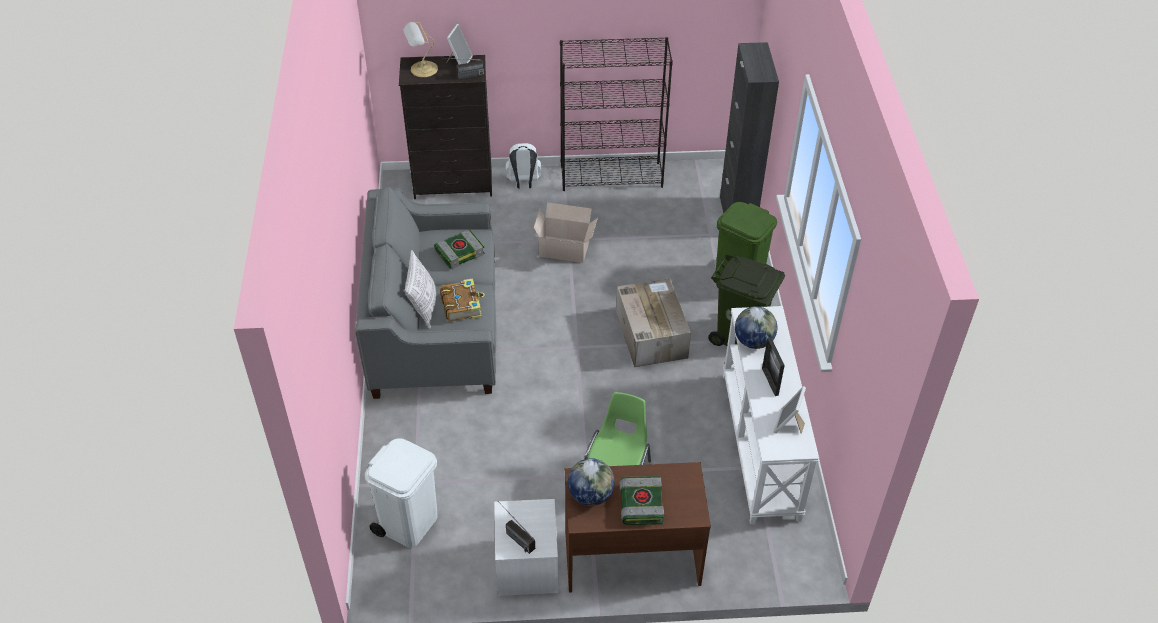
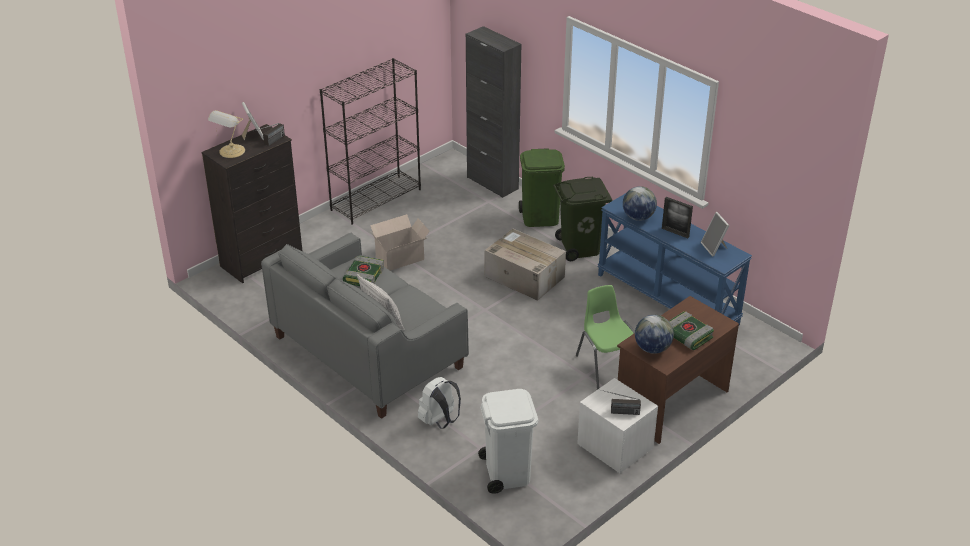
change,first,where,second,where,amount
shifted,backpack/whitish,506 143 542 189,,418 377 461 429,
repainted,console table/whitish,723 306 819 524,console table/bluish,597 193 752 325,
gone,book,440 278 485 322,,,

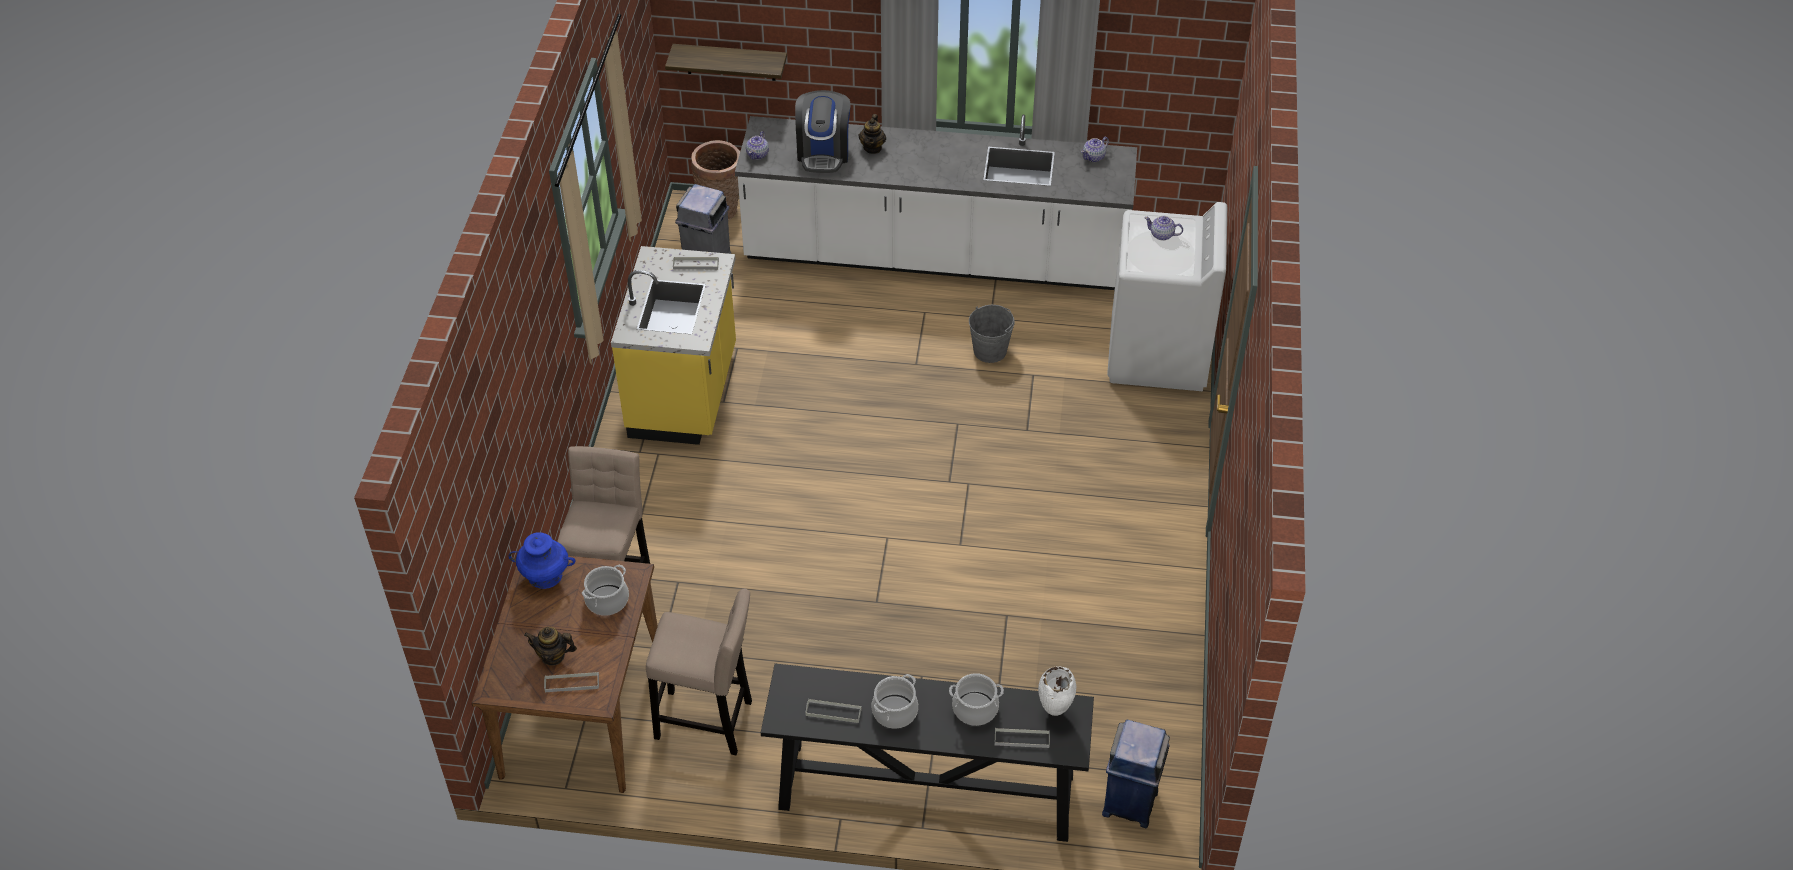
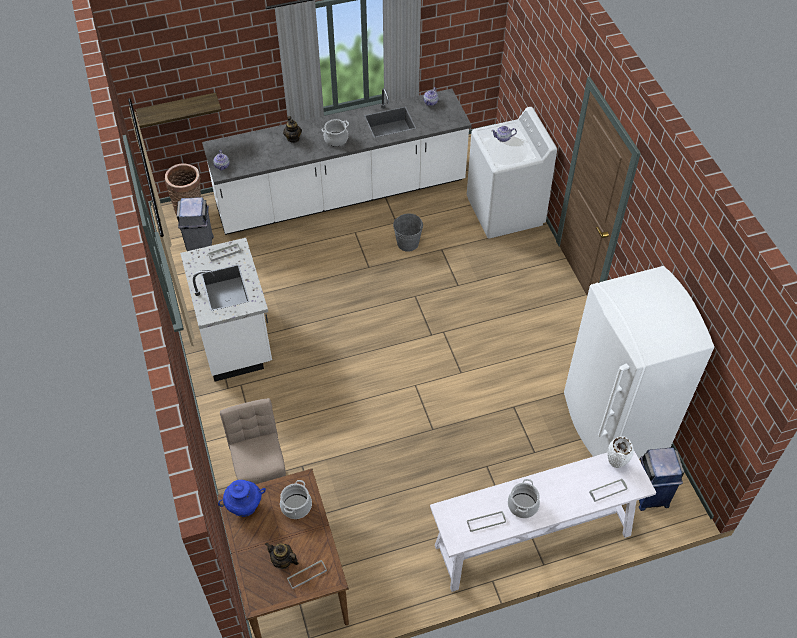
change,first,where,second,where,amount
repainted,counter/yellow,611 246 736 445,counter/whitish,180 238 272 381,
rotated,pot for tea,524 627 577 666,,265 543 299 569,45 degrees clockwise
shifted,cooking pot,949 673 1004 726,,322 119 349 147,
repainted,console table/blackish,761 664 1094 842,console table/whitish,430 451 657 592,
new,,,kitchen fridge/whitish,564 266 714 459,
gone,sitting stool/beige-coloured,646 588 752 755,,,
gone,coffee machine,795 90 851 173,,,

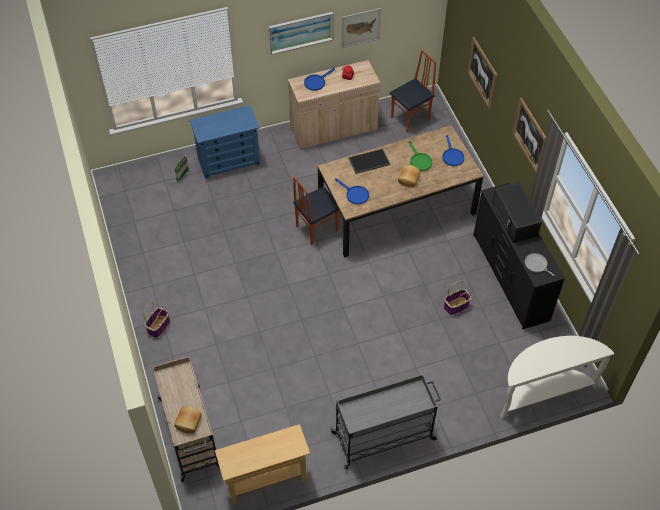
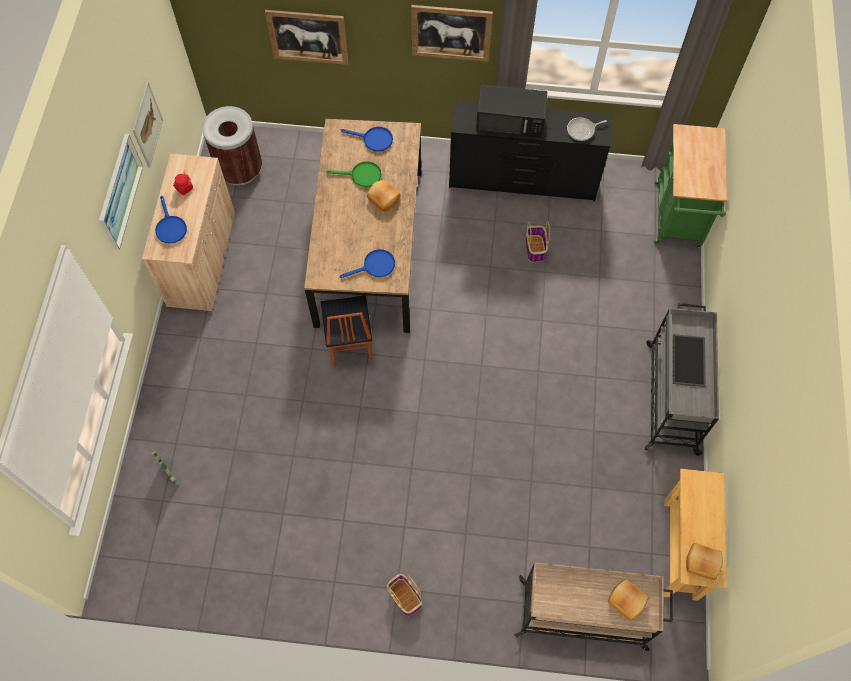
change,first,where,second,where,amount
swapped,upright chair,390 50 436 133,waste bin/brownish,202 106 262 186,
swapped,console table/whitish,500 336 614 419,cart/greenish,654 124 727 248,
shifted,carrying tray,348 149 390 174,,673 334 706 387,
new,,,baked bread,686 543 723 580,
gone,drawer chest/bluish,190 105 260 179,,,

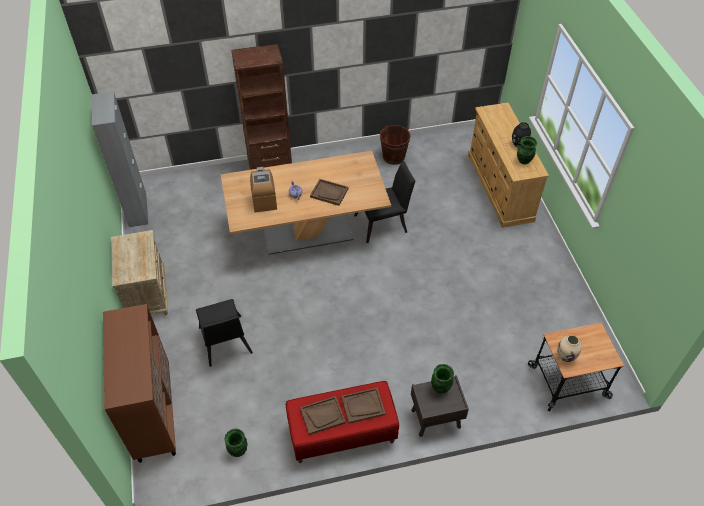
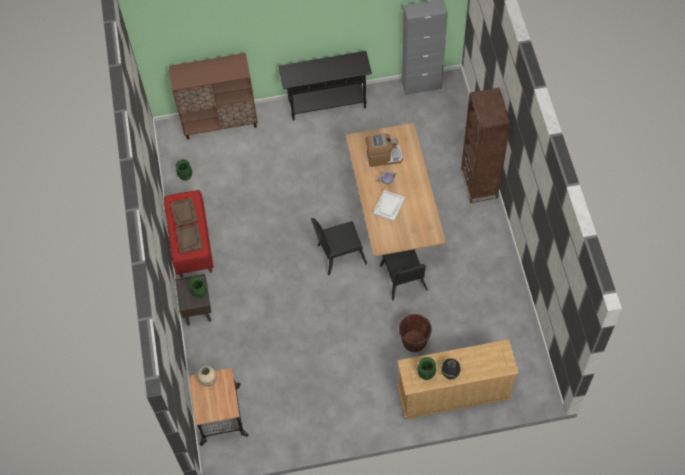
change,first,where,second,where,amount
swapped,bedside table/beige-coloured,111 230 168 315,console table/blackish,279 51 372 121,
shifted,upright chair/blackish,196 299 253 367,,311 218 367 275,
repainted,carrying tray/brownish,310 179 349 206,carrying tray/whitish,373 190 405 221,
shifted,pail/brownish,380 125 411 165,,399 314 432 352,

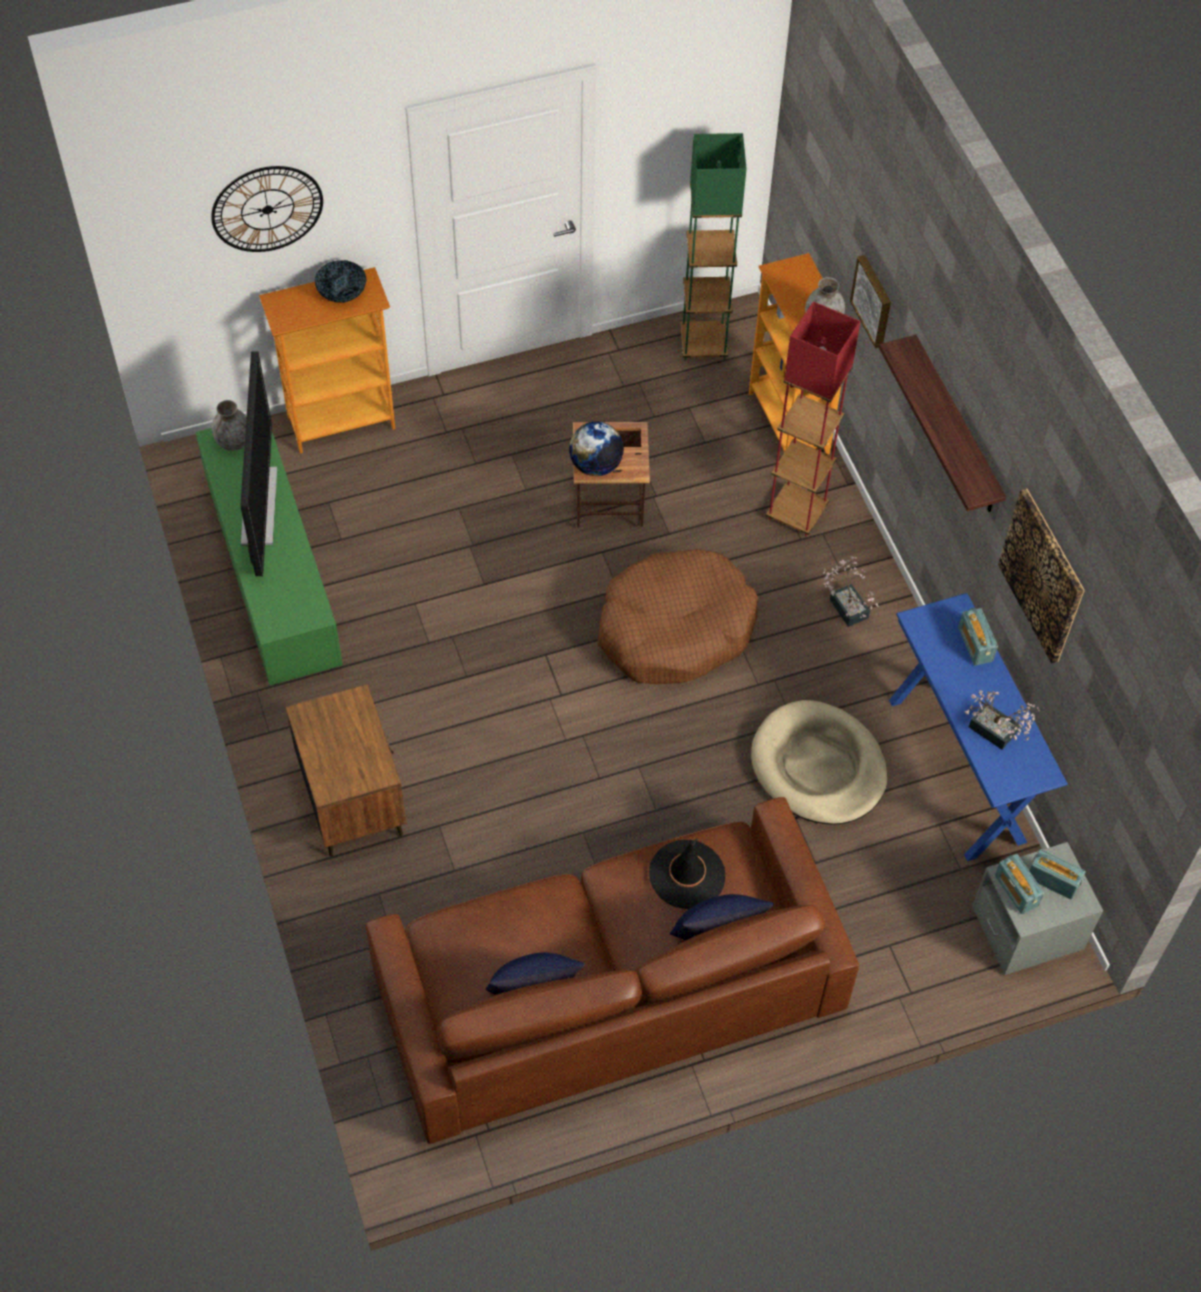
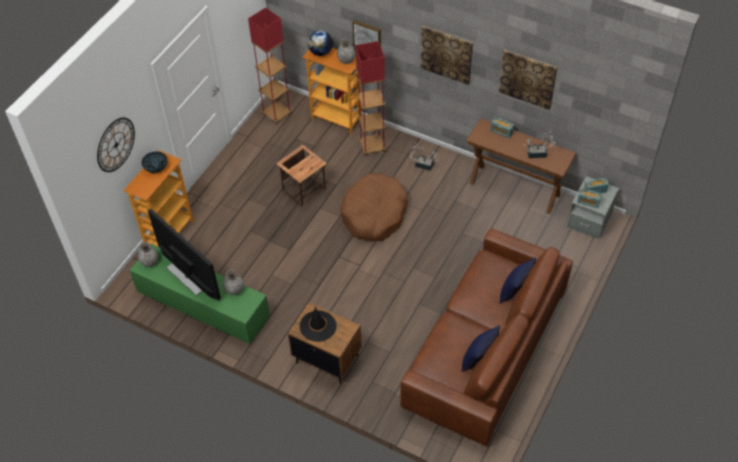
change,first,where,second,where,amount
new,,,vase/greyish,223 270 244 295,
repainted,floor lamp/greenish,680 133 747 360,floor lamp/reddish,248 7 292 124,
shifted,clothing hat/blackish,649 838 725 909,,300 306 337 342,
shifted,globe,569 422 624 476,,308 30 333 56,
swapped,wall shelf,879 335 1006 512,wall picture,421 26 473 85,
repainted,console table/bluish,889 593 1068 861,console table/brownish,466 118 577 214,
gone,dog bed/beige-coloured,751 700 887 825,,,

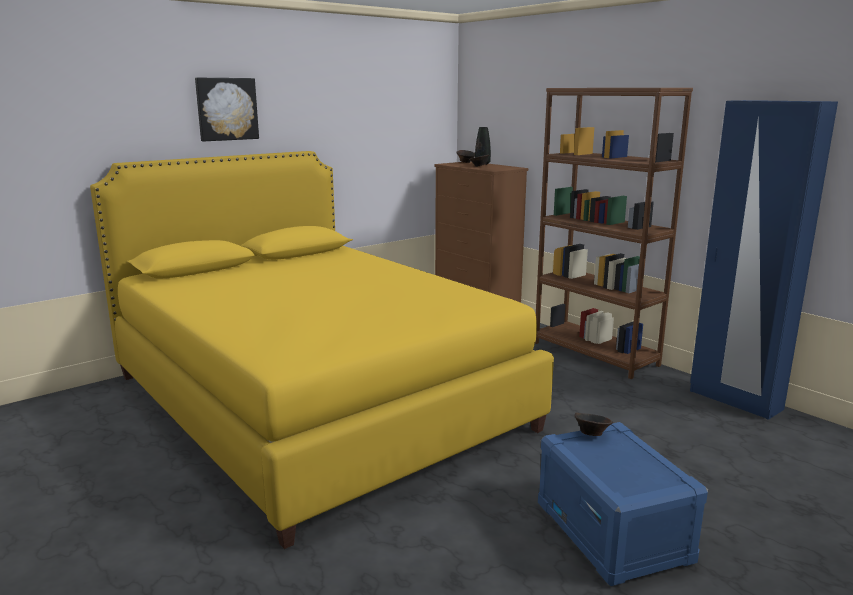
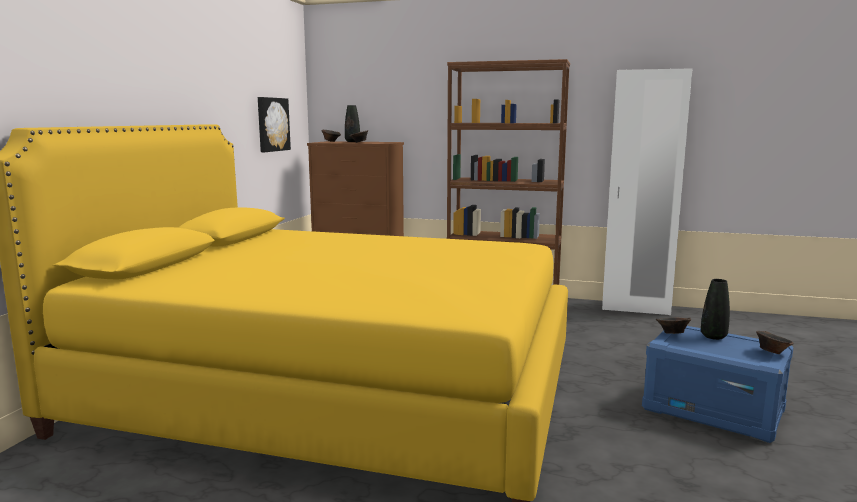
change,first,where,second,where,amount
shifted,wall picture,195 78 259 141,,258 97 291 152,
repainted,armoire/bluish,690 100 838 420,armoire/whitish,602 68 693 315,
new,,,vase/blackish,701 279 730 340,
new,,,deep dish/brownish,756 331 794 354,

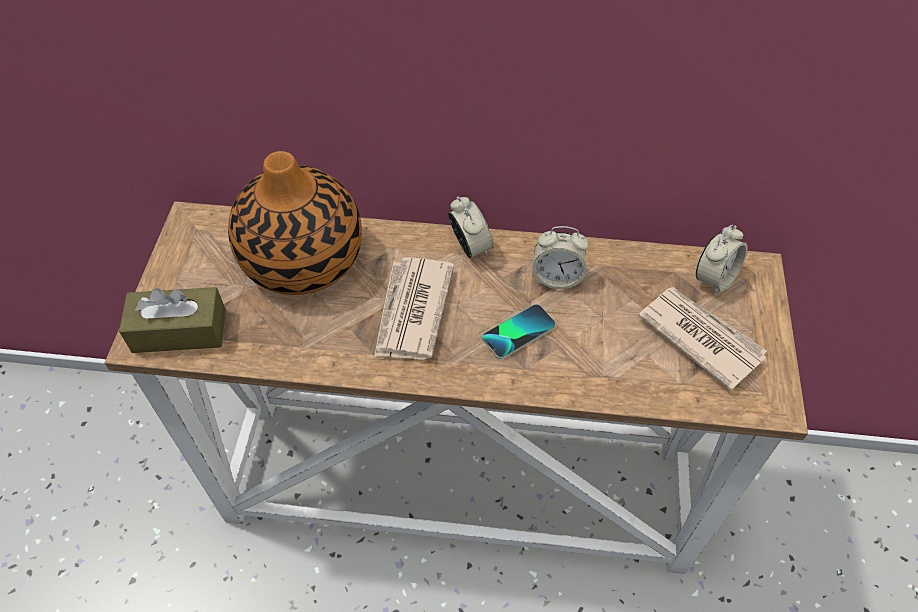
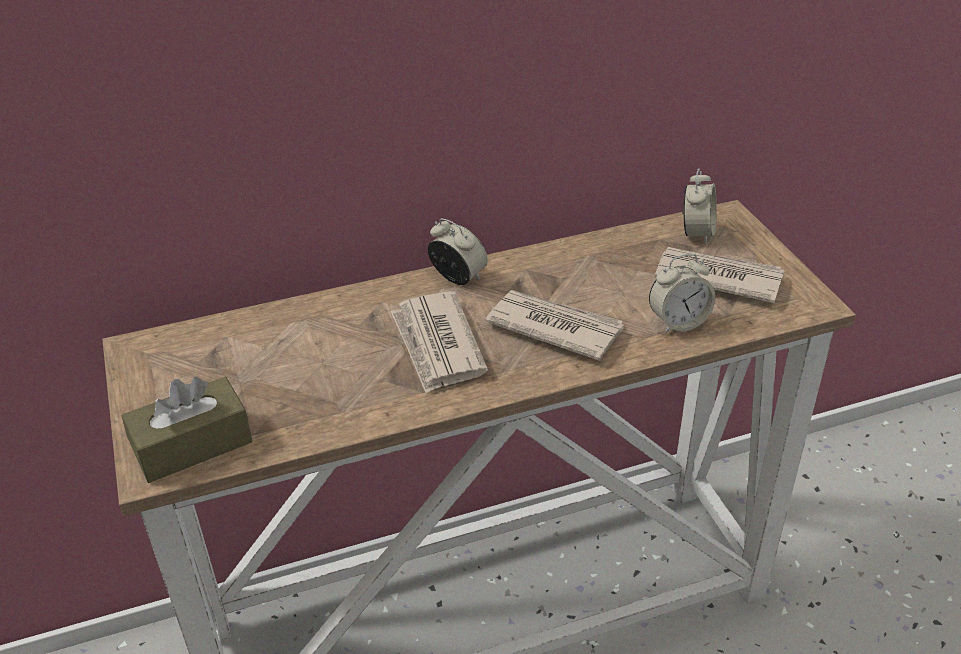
change,first,where,second,where,amount
swapped,handset,482 304 556 359,daily paper,485 290 624 361,
shifted,table clock,533 226 589 289,,649 254 716 333,
gone,vase,228 151 362 295,,,

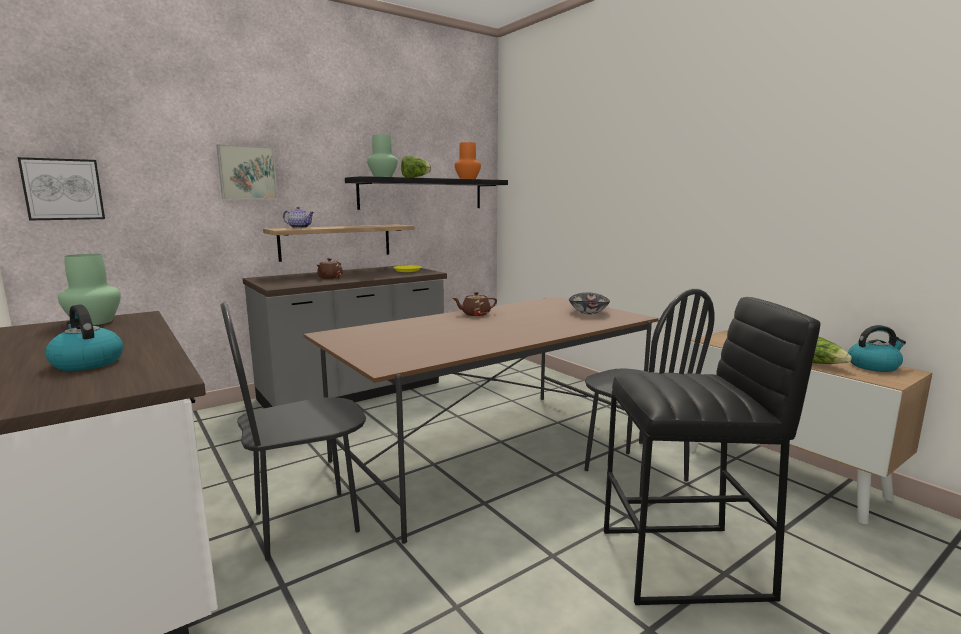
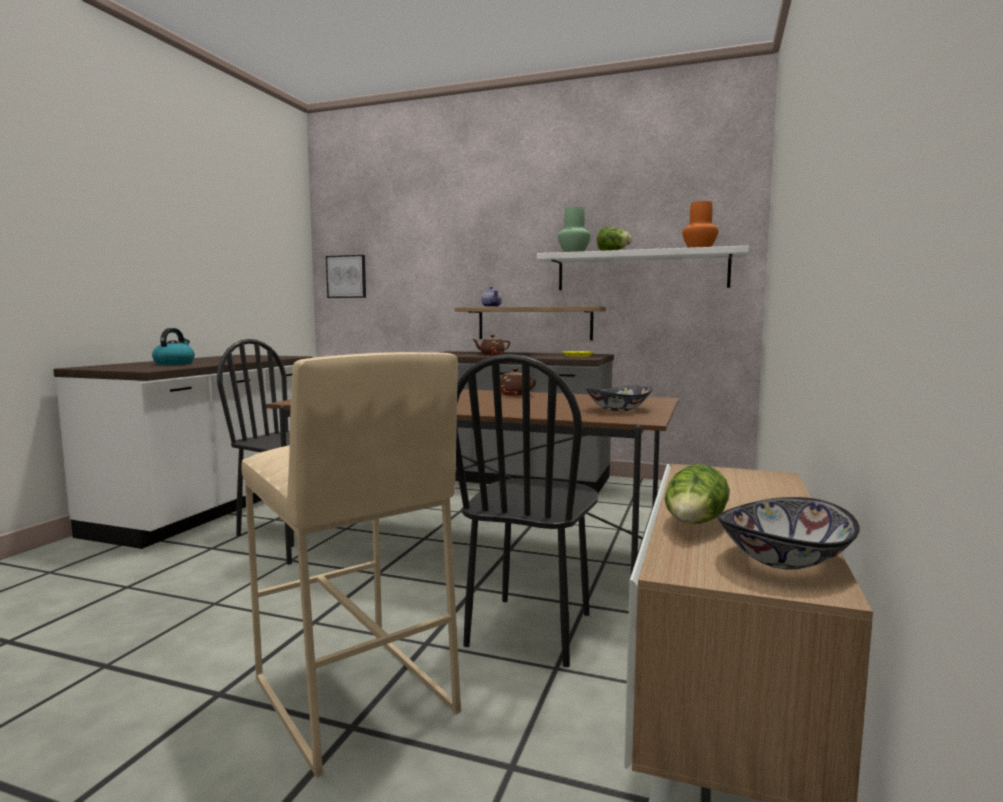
change,first,where,second,where,amount
repainted,sitting stool/blackish,604 297 821 605,sitting stool/beige-coloured,241 352 461 778,
repainted,wall shelf/blackish,345 176 508 210,wall shelf/whitish,537 246 749 290,
swapped,tea kettle,848 325 906 372,deep dish,717 497 860 570,
gone,vase/greenish,58 254 121 325,,,
gone,wall picture,216 144 278 199,,,

